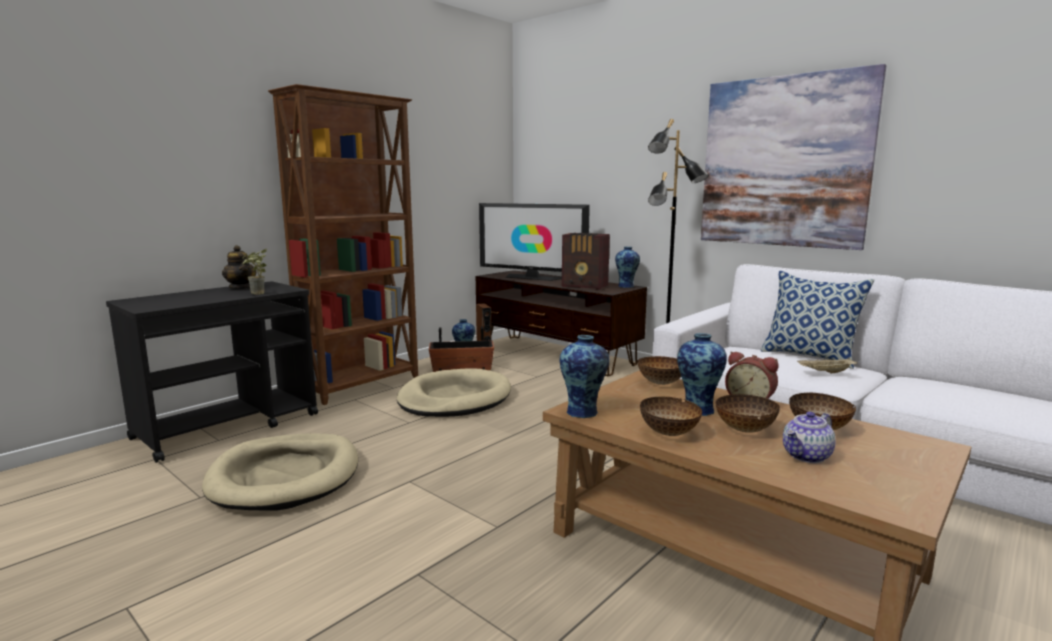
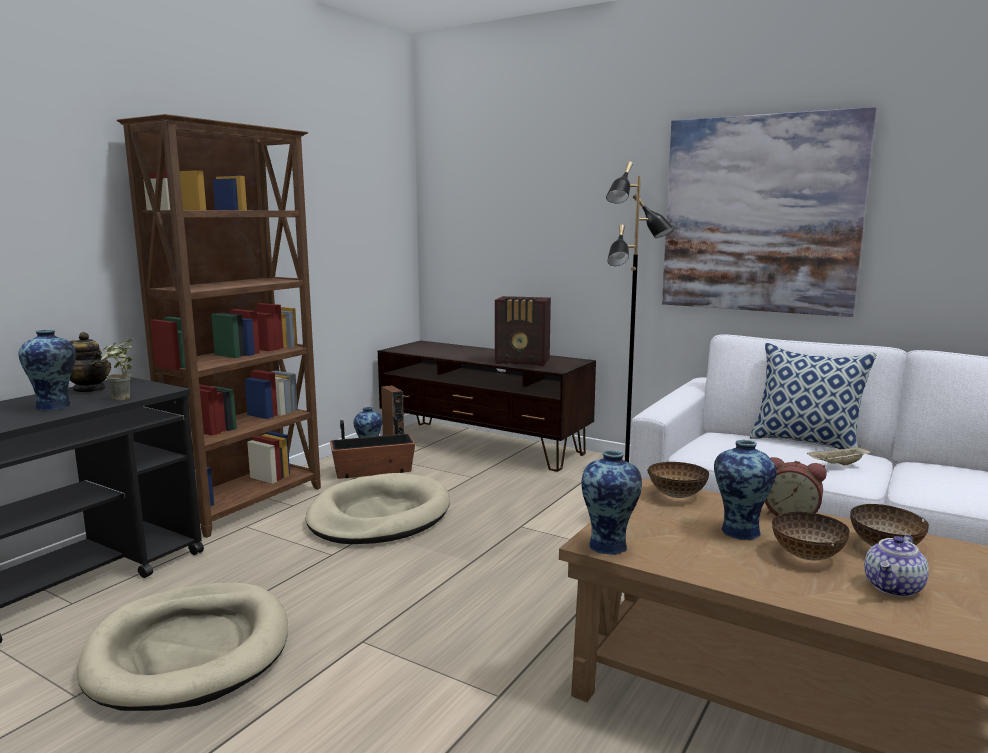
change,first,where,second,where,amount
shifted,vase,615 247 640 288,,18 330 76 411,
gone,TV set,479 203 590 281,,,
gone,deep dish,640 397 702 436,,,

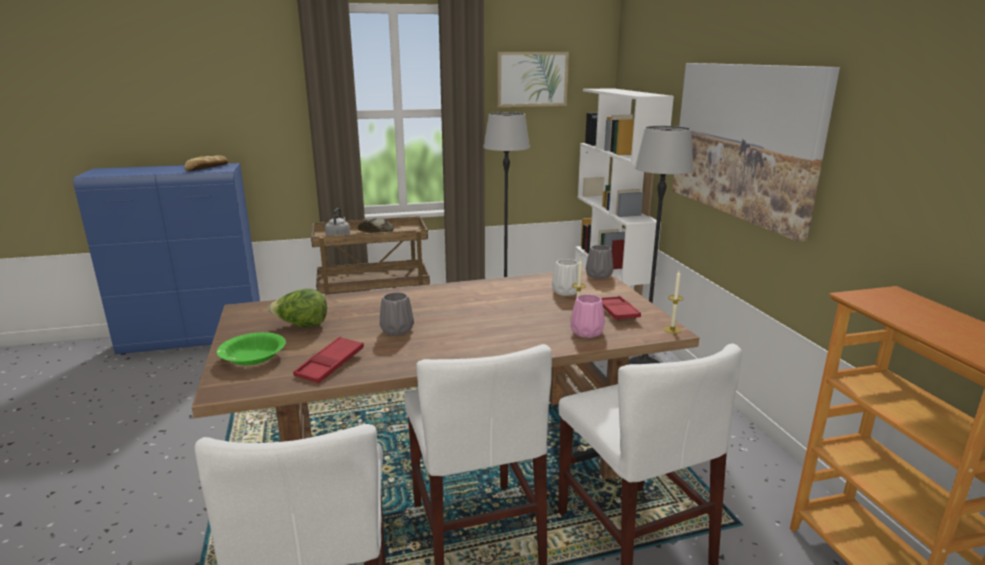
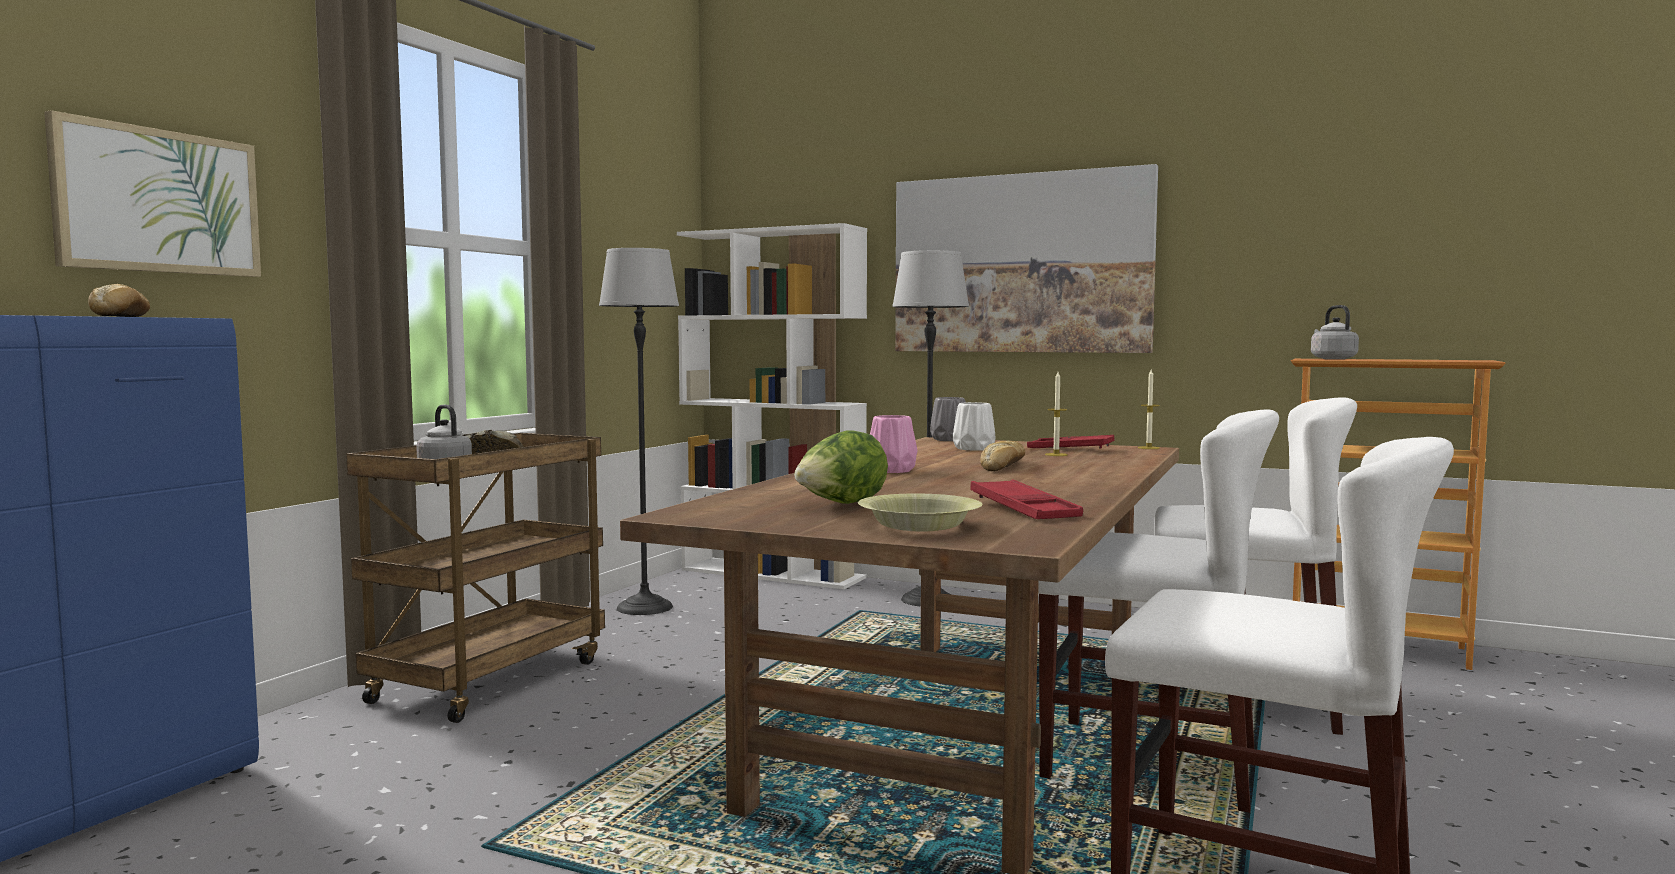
change,first,where,second,where,amount
shifted,wall picture,497 52 569 107,,44 110 261 277,
repainted,deep dish/greenish,217 332 286 365,deep dish/yellow,858 494 982 532,
shifted,vase/pink,571 294 605 338,,870 415 917 473,
new,,,baked bread,980 441 1025 471,
new,,,tea kettle/greyish,1311 305 1359 359,
gone,vase/greyish,380 292 414 336,,,

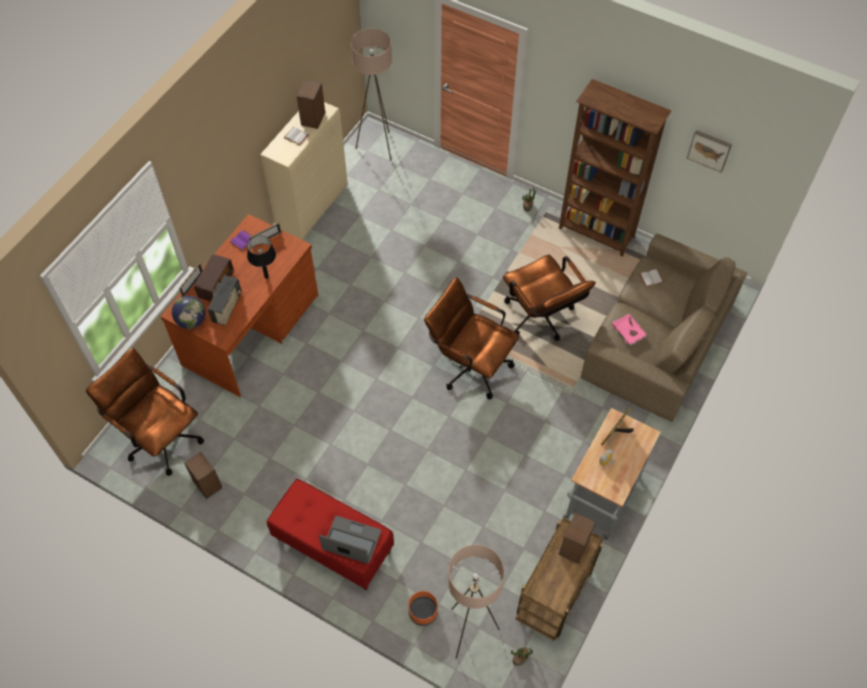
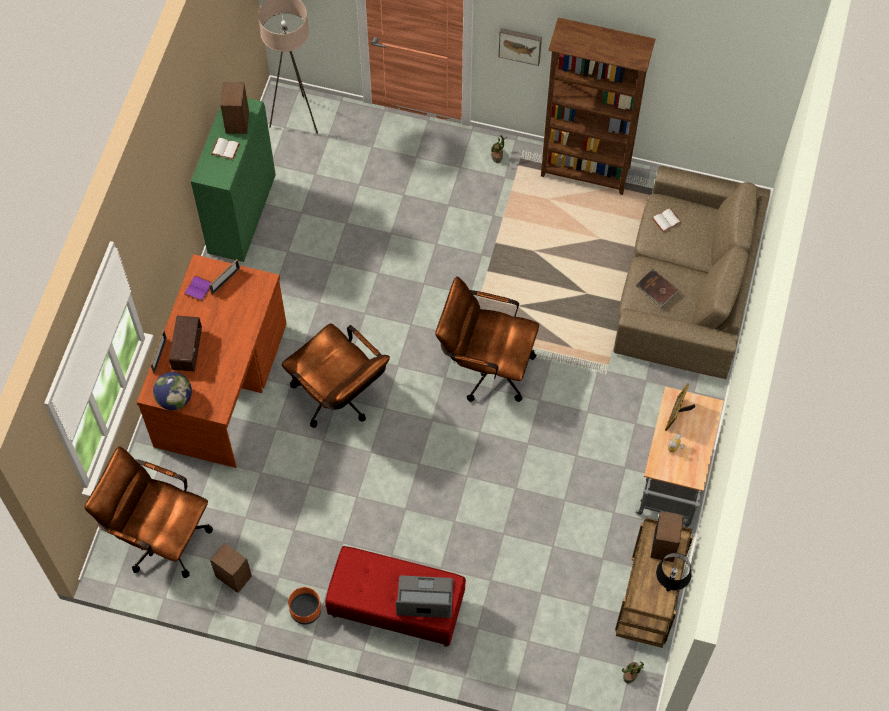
change,first,where,second,where,amount
repainted,cupboard/beige-coloured,260 102 348 240,cupboard/greenish,191 98 276 262,
shifted,desk chair/brownish,503 254 596 341,,282 323 390 428,
shifted,plant pot/orange,408 591 438 626,,288 587 321 625,
shifted,wall picture,687 130 732 172,,499 28 542 66,
repainted,book/pink,612 314 647 347,book/brownish,636 269 678 308,
shifted,table lamp/blackish,247 236 276 279,,656 553 692 592,
gone,radio set,208 275 241 326,,,
gone,floor lamp/beige-coloured,448 545 504 659,,,

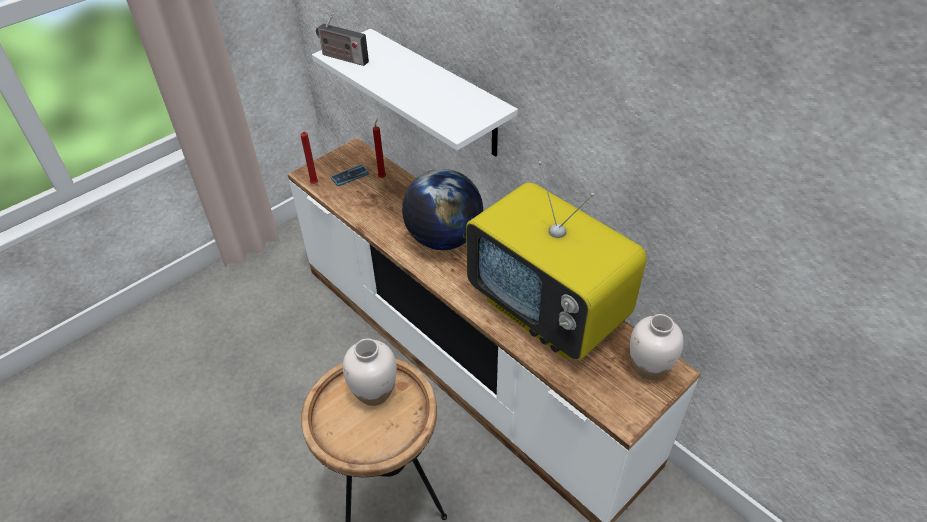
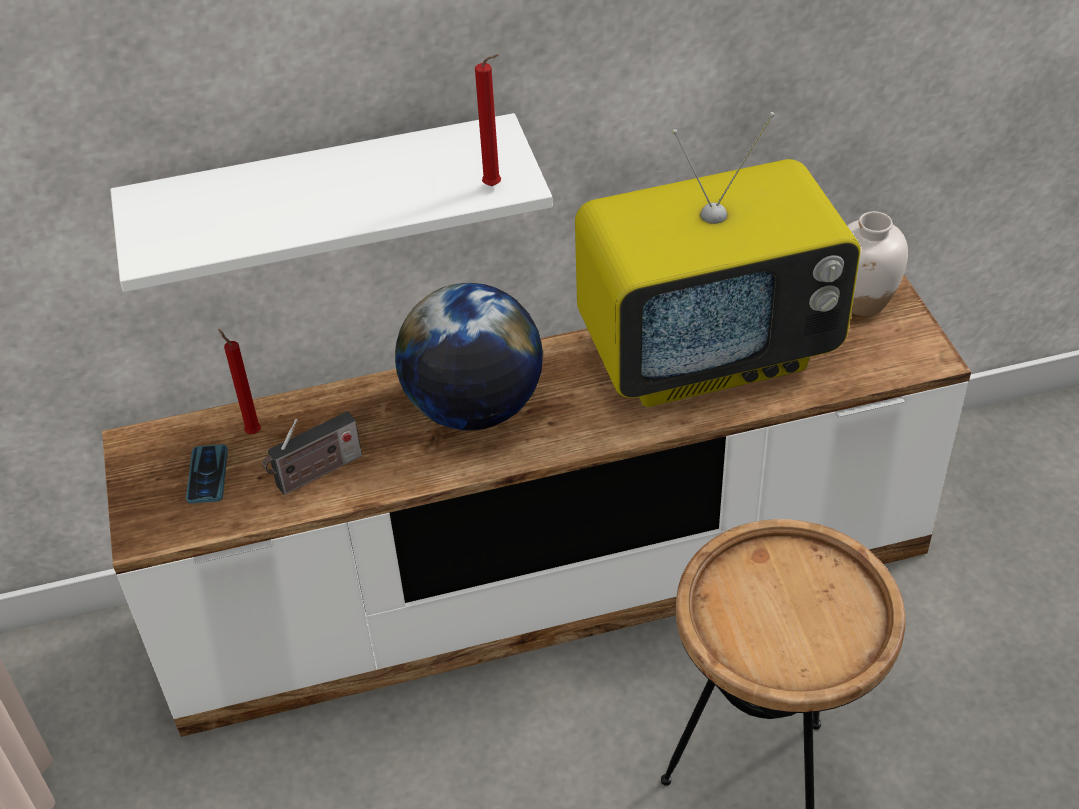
change,first,where,second,where,amount
shifted,radio set,316 13 369 66,,263 411 362 495,
shifted,wax candle/reddish,300 131 318 184,,475 54 501 186,
gone,vase/whitish,343 339 397 406,,,

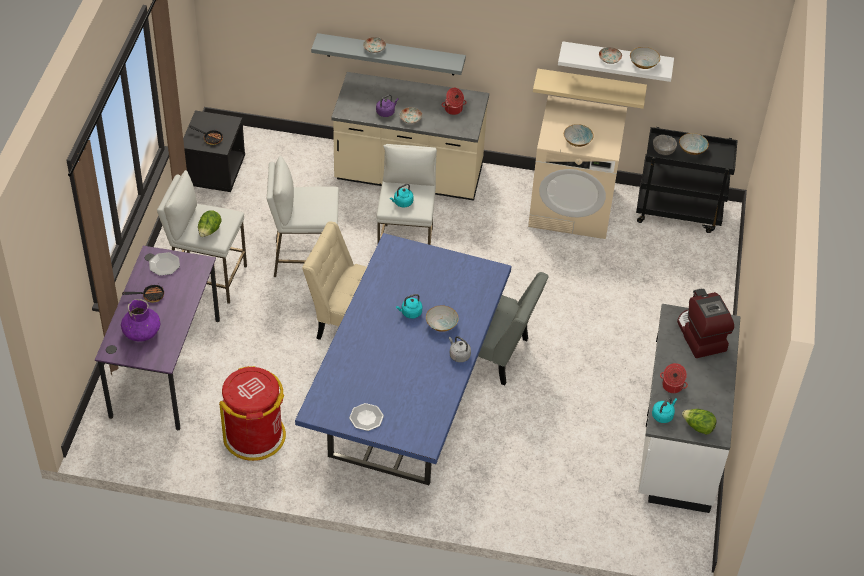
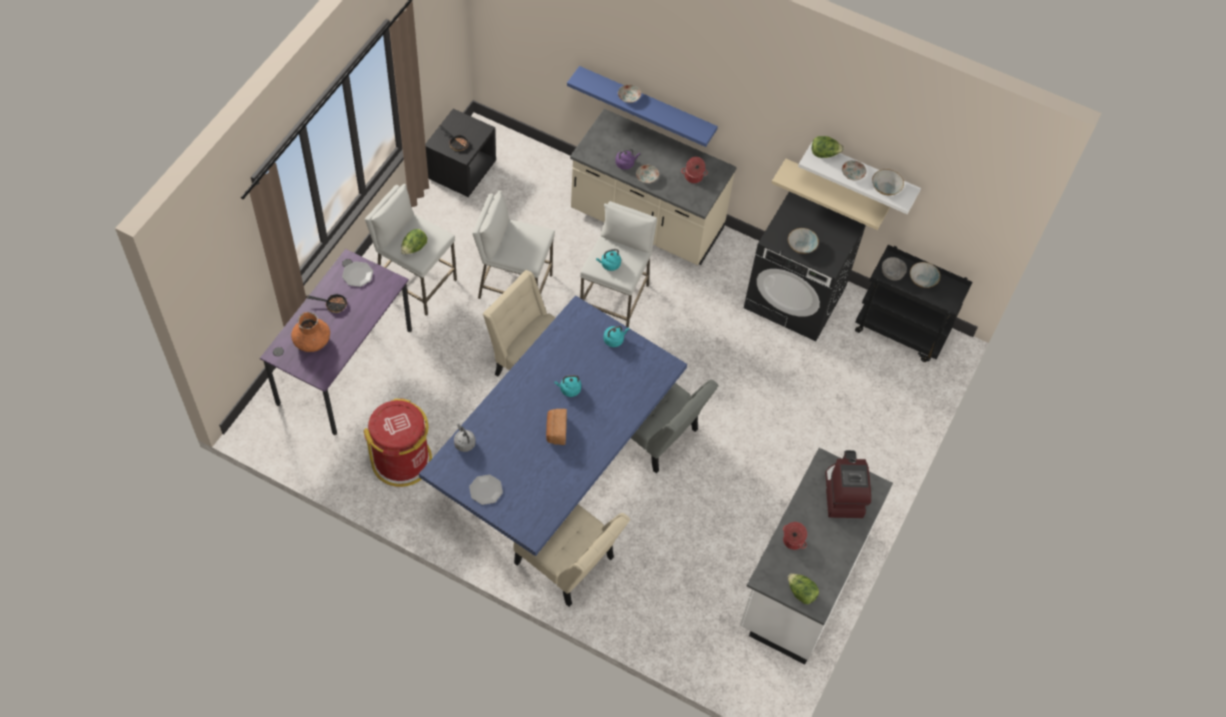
change,first,where,second,where,amount
repainted,vase/purple,121 299 160 342,vase/orange,291 312 330 352,
shifted,tea kettle/greyish,449 336 471 362,,454 423 475 452,
new,,,upright chair/beige-coloured,513 504 630 607,
new,,,baked bread,546 409 567 445,
repainted,wall shelf/greyish,311 33 466 75,wall shelf/bluish,567 66 718 147,
shifted,tea kettle/turquoise,652 397 677 423,,604 326 629 347,
repainted,washing machine/beige-coloured,528 96 627 239,washing machine/blackish,744 191 866 341,
new,,,lettuce head,812 136 844 158,
gone,deep dish,426 305 459 332,,,

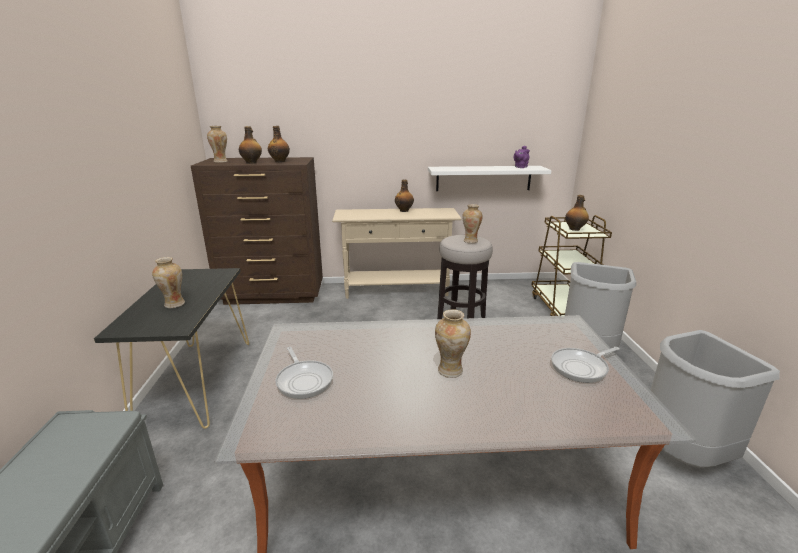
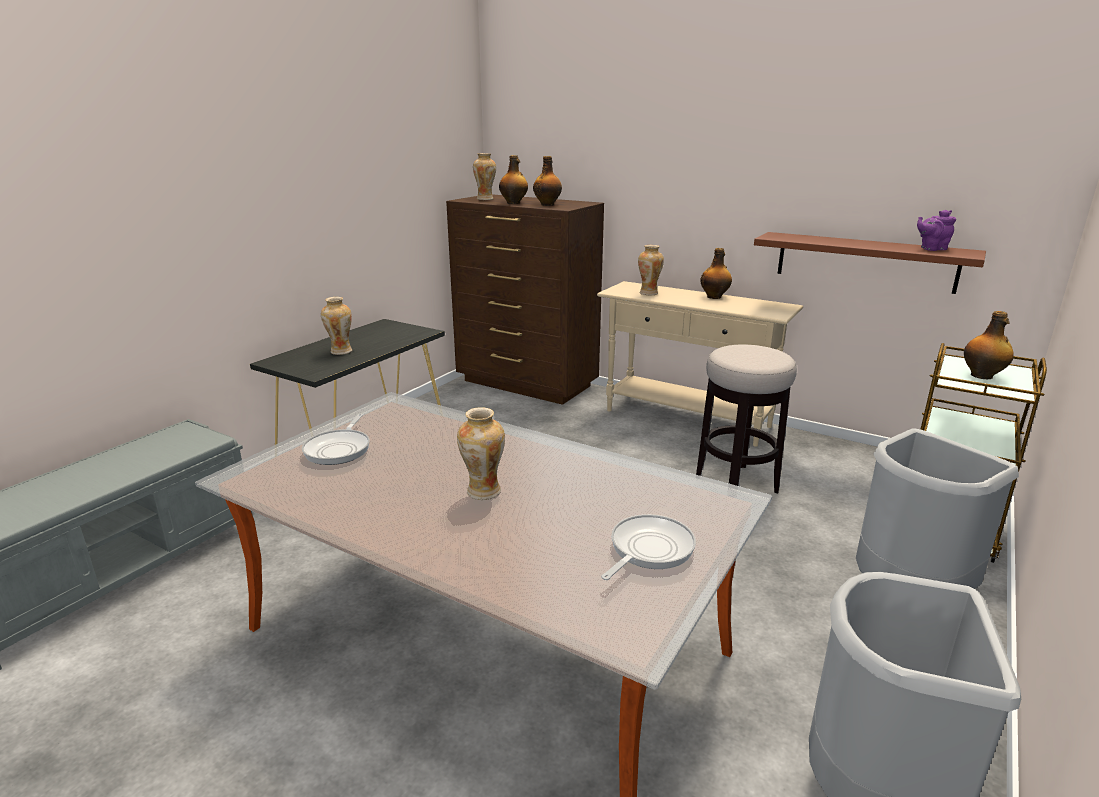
change,first,where,second,where,amount
rotated,frying pan,551 347 620 383,,601 514 696 580,120 degrees clockwise
shifted,vase,462 204 483 243,,638 245 664 295,
repainted,wall shelf/whitish,428 166 551 191,wall shelf/brownish,754 232 986 294,

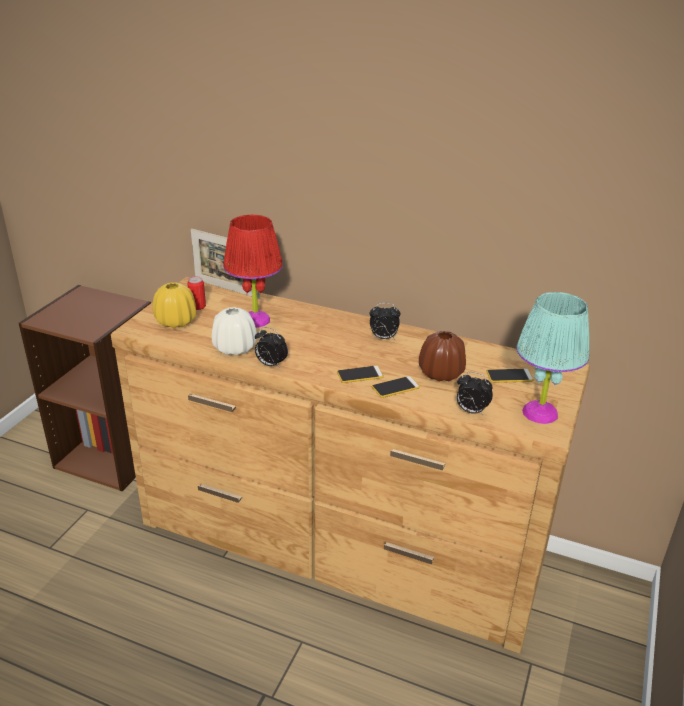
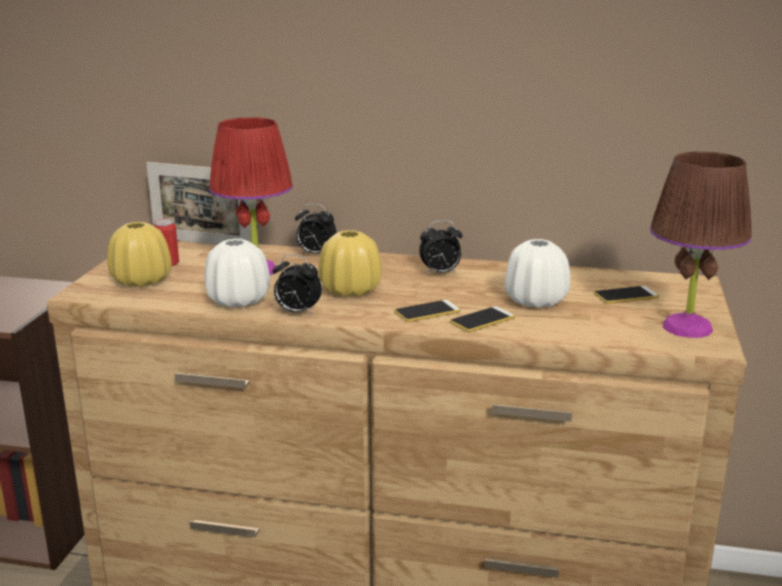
change,first,where,second,where,amount
shifted,table clock,457 372 493 415,,295 203 337 253,
new,,,vase/yellow,318 230 381 297,
repainted,vase/brownish,419 331 466 382,vase/whitish,505 239 570 308,
repainted,table lamp/turquoise,516 292 589 424,table lamp/brownish,650 152 752 338,

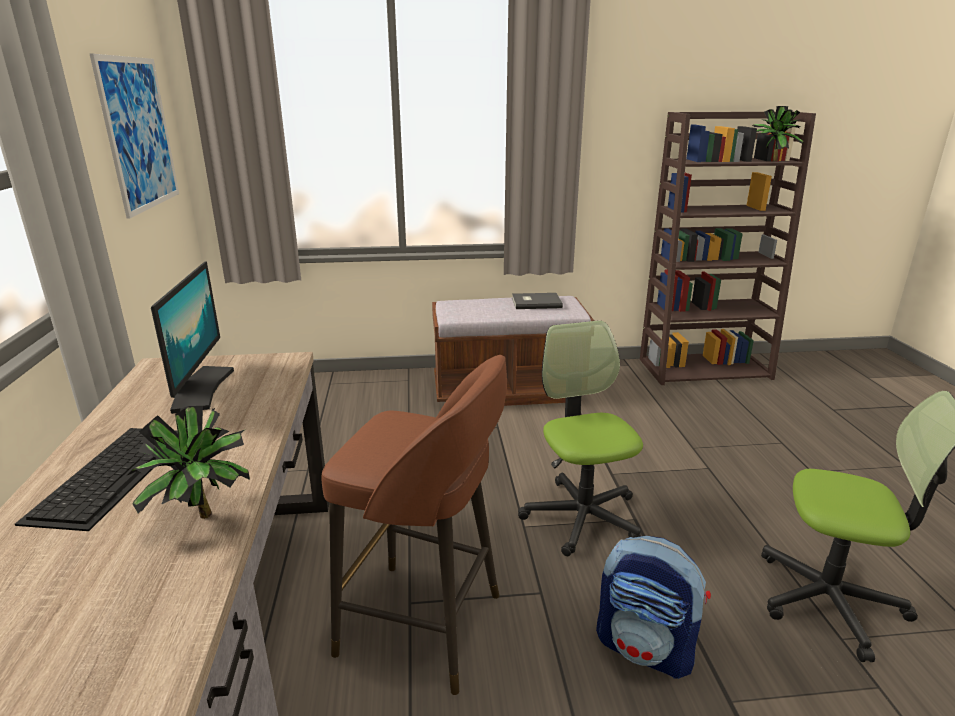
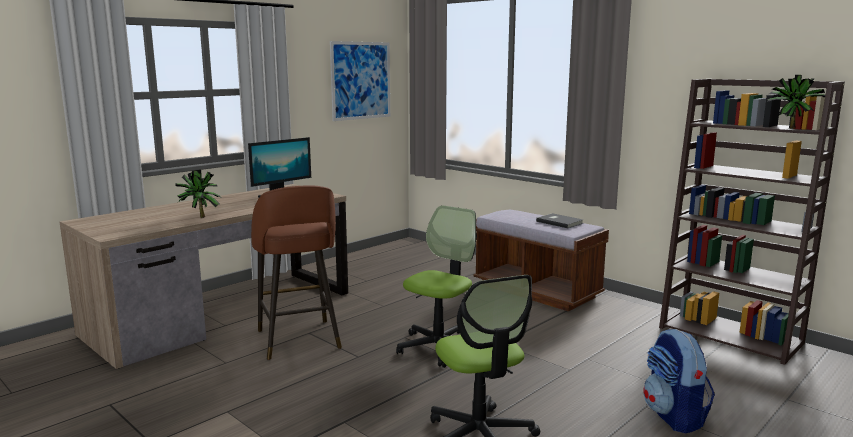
change,first,where,second,where,amount
shifted,backpack,596 536 711 679,,643 329 715 434,
gone,PC keyboard,15 428 178 531,,,

